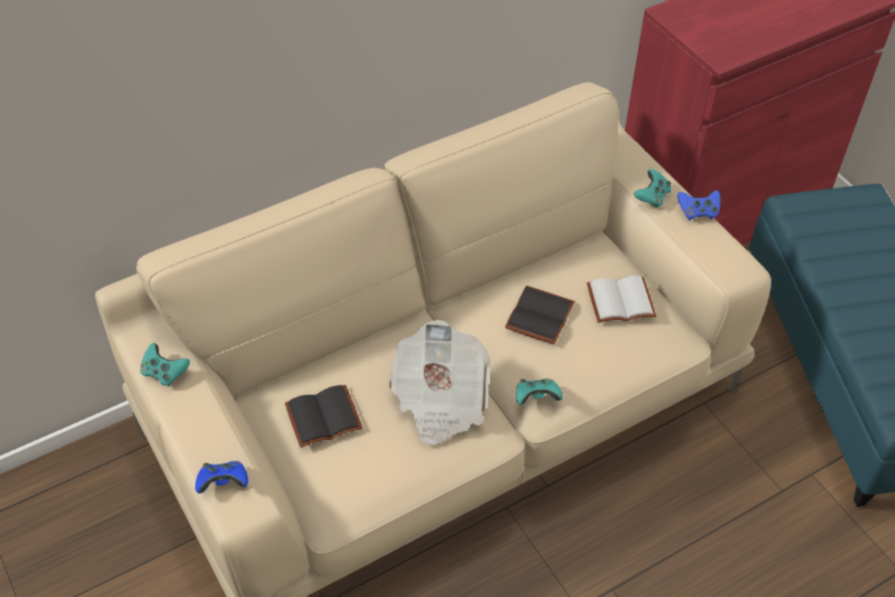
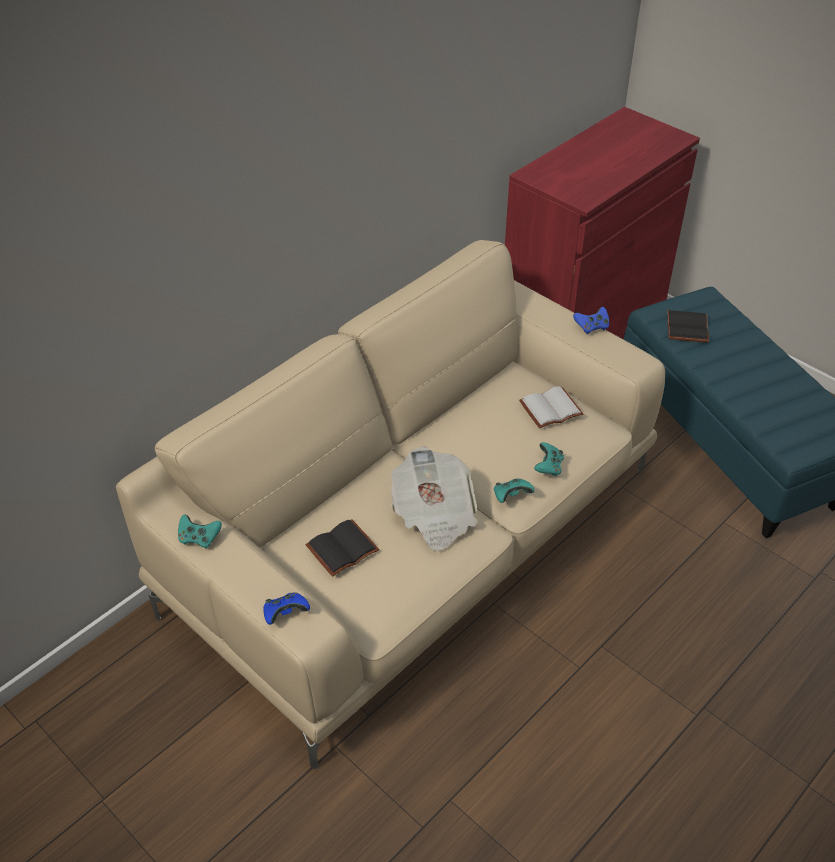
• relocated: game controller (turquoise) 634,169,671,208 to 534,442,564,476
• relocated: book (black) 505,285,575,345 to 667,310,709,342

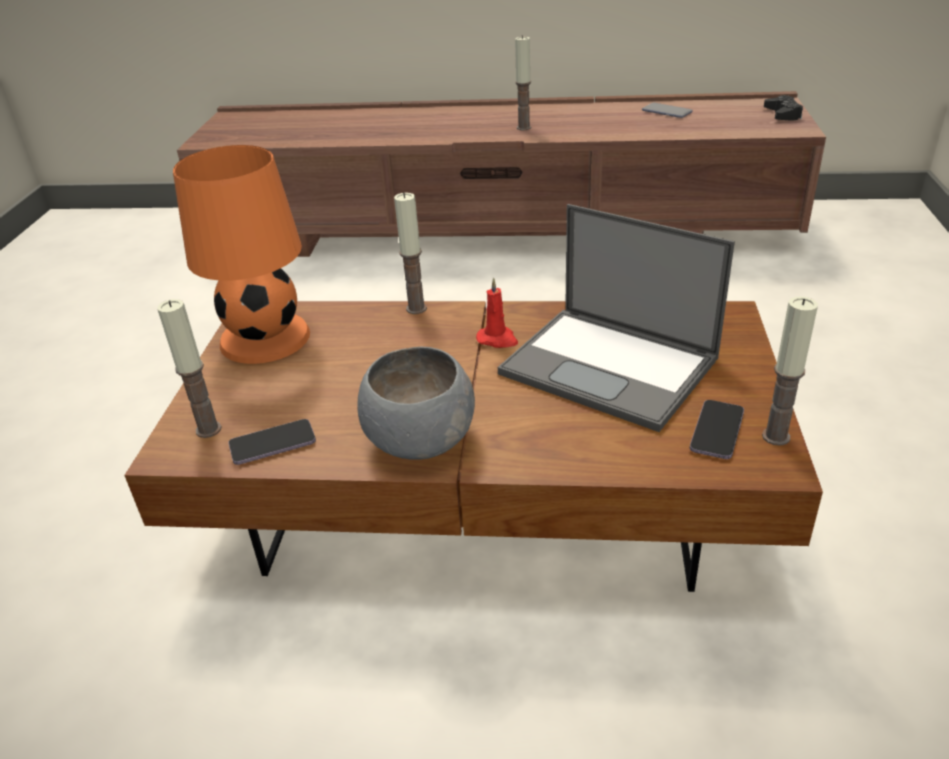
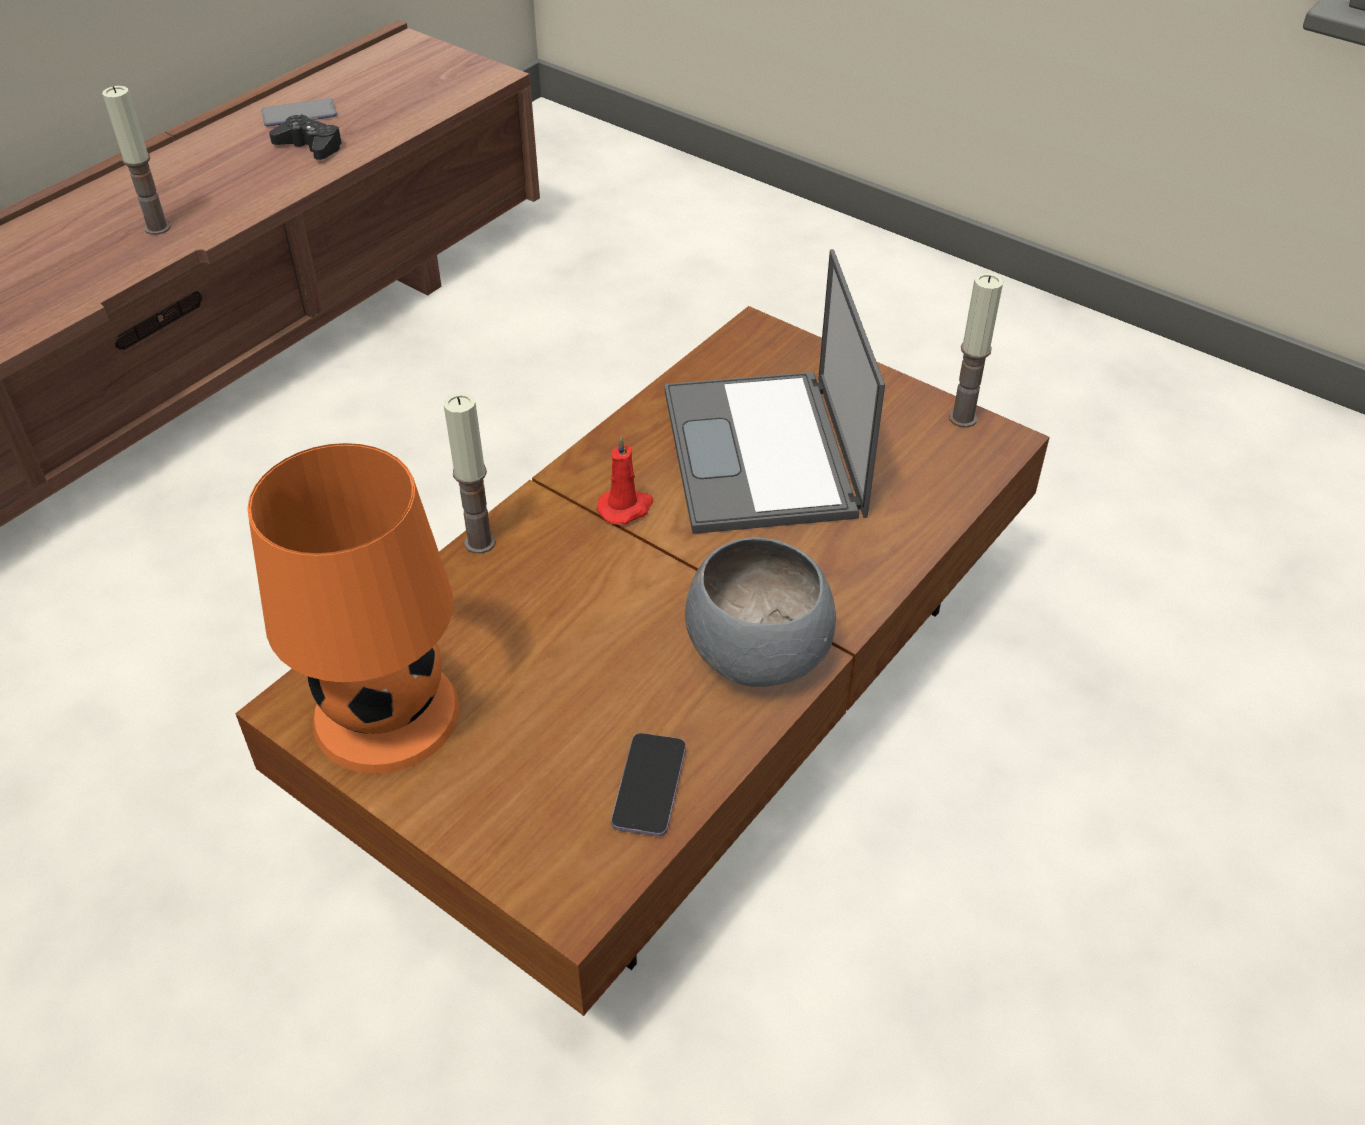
• relocated: game controller (black) 764,95,803,121 to 269,114,343,160
• spun: laptop 498,204,735,432 = 665,249,885,534 105 degrees clockwise
• missing: candle 157,299,222,438
• missing: phone 690,400,744,459

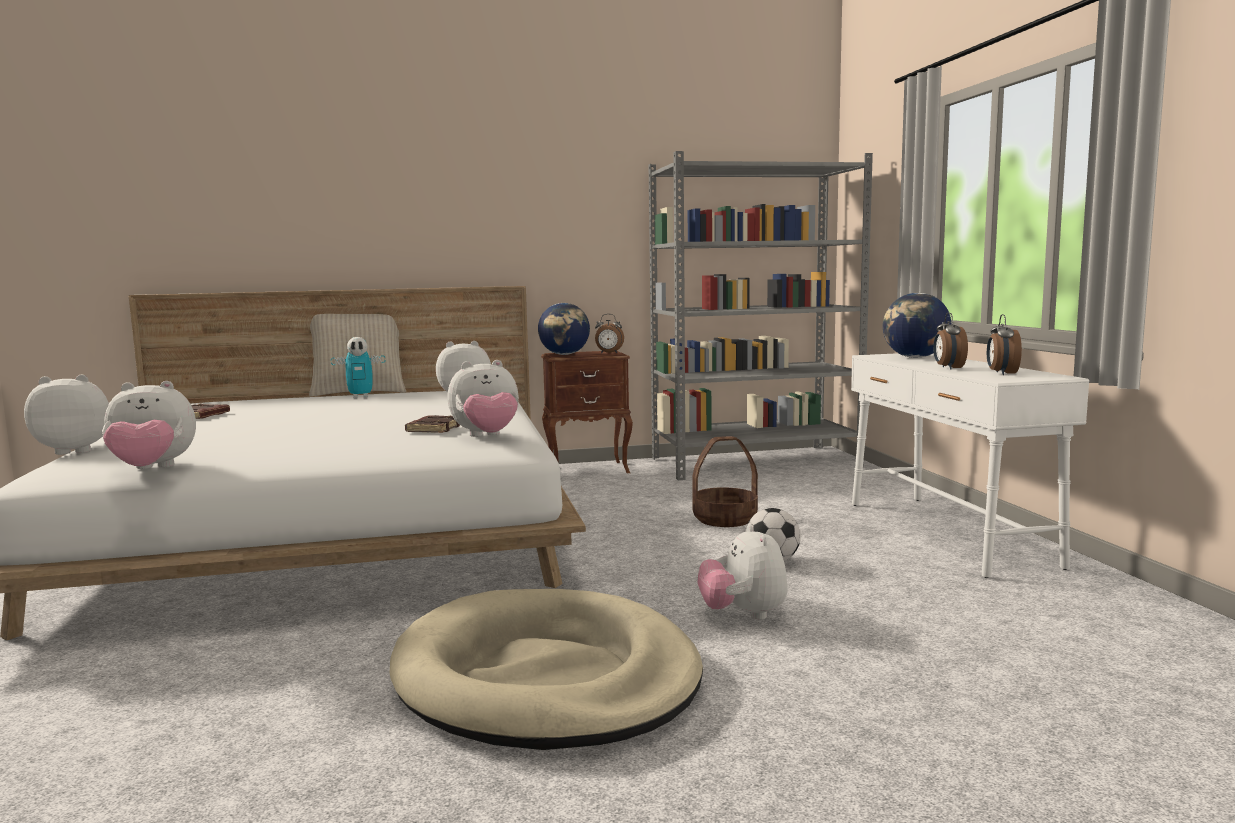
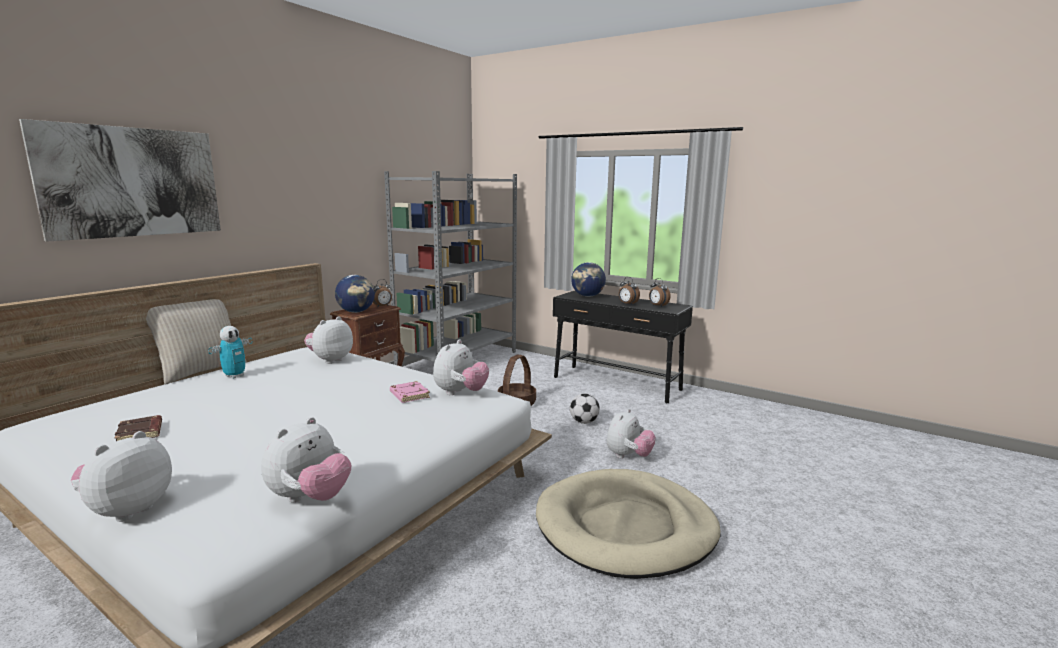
• appeared: picture 19,119,221,242
• colour: book (brown) 405,415,460,433 to book (pink) 390,381,430,403
• colour: console table (white) 851,353,1089,578 to console table (black) 553,291,693,403
• spun: plush toy 698,525,788,620 = 606,409,656,458 90 degrees counterclockwise

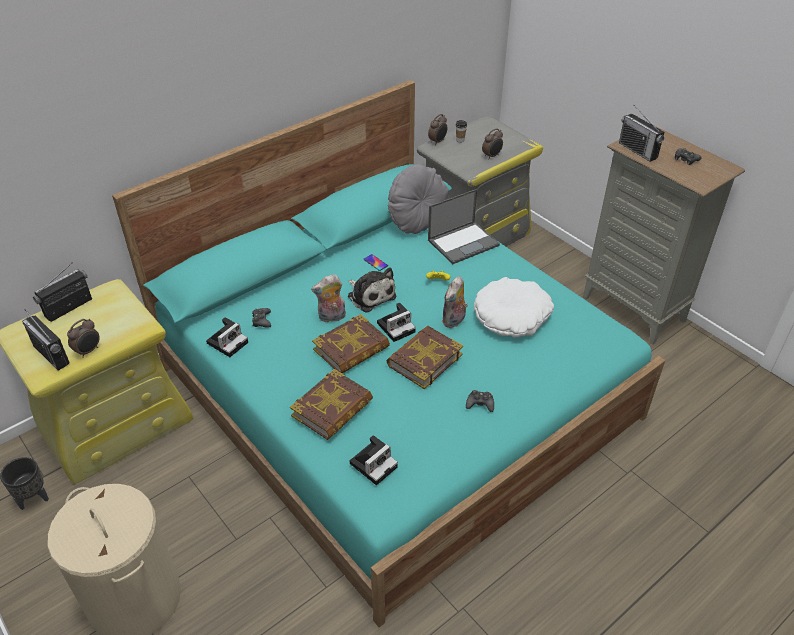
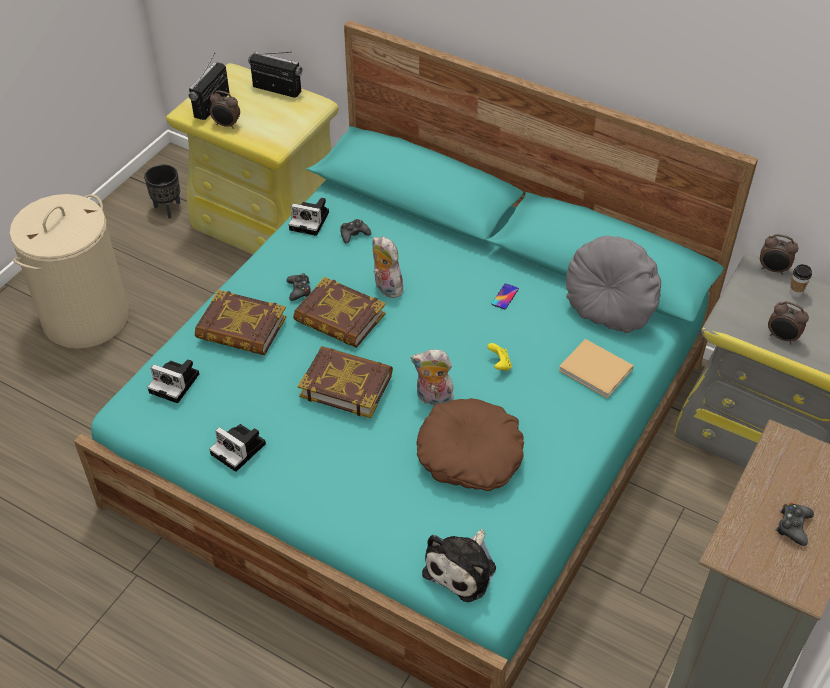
• relocated: photo camera 377,302,416,342 to 209,424,266,472
• relocated: game controller (black) 466,390,494,412 to 287,273,311,301
• colour: pillow (white) 474,277,554,338 to pillow (brown) 416,398,524,491
• relocated: plush toy 348,268,396,313 to 422,529,496,602
• exchanged: laptop 428,189,500,264 to book (beige) 559,339,634,398
• missing: radio 619,105,664,162

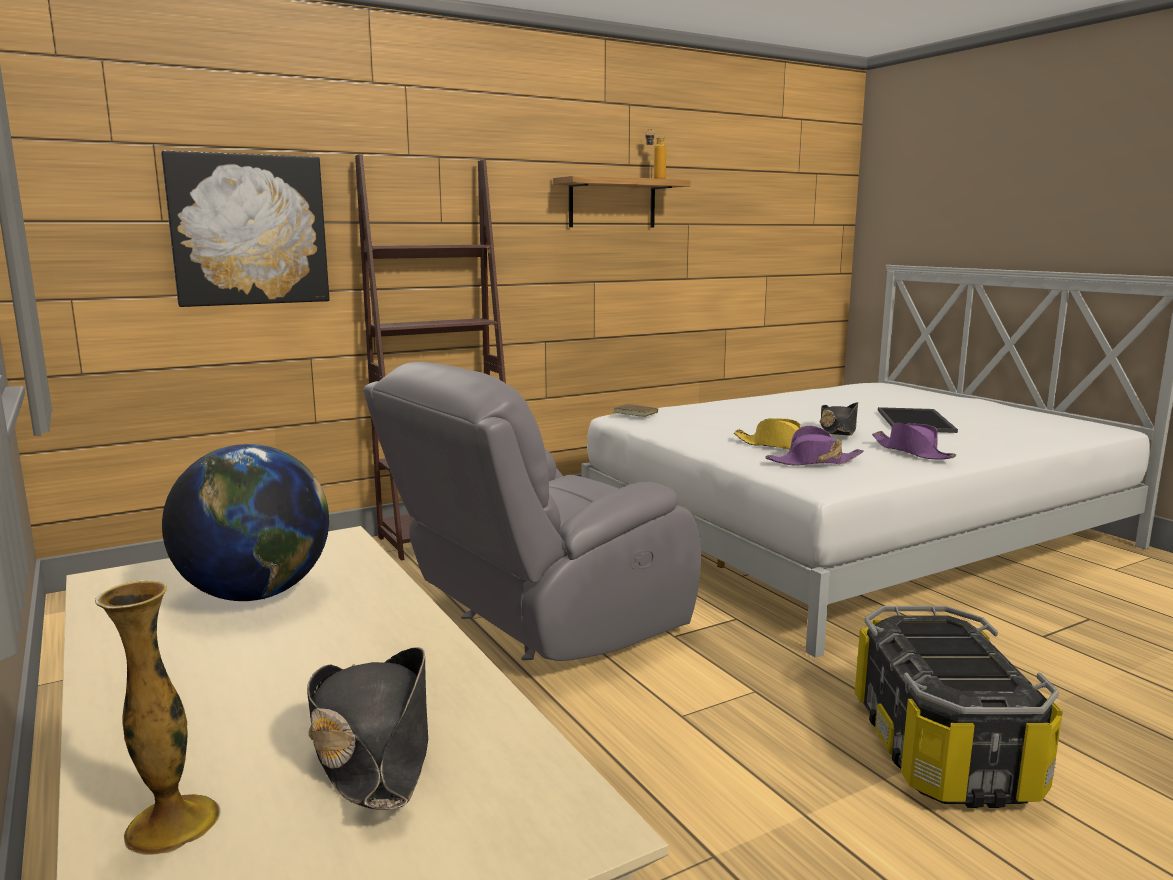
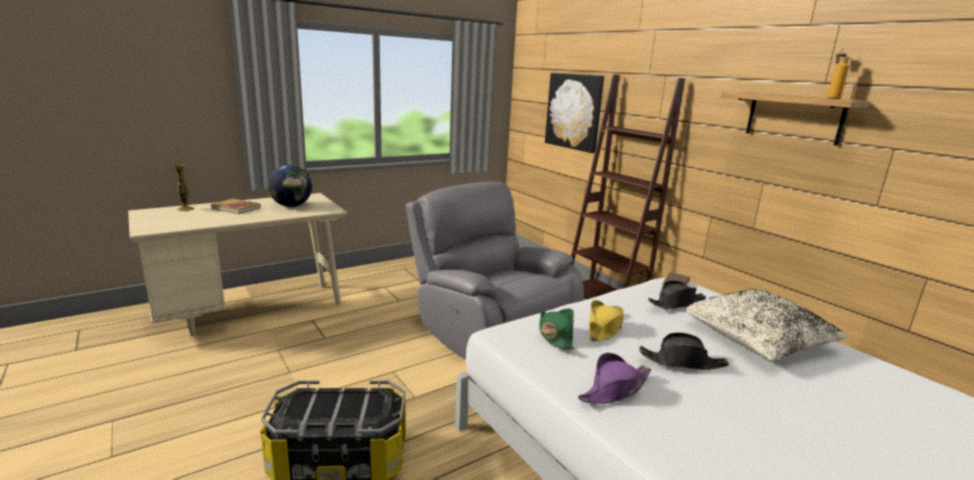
• appeared: book 211,199,261,214
• colour: hat (purple) 765,426,864,466 to hat (green) 539,309,575,349
• relocated: hat (black) 307,647,428,810 to 648,280,706,309
• appeared: pillow (beige) 686,289,847,361
• missing: tray 878,407,958,433

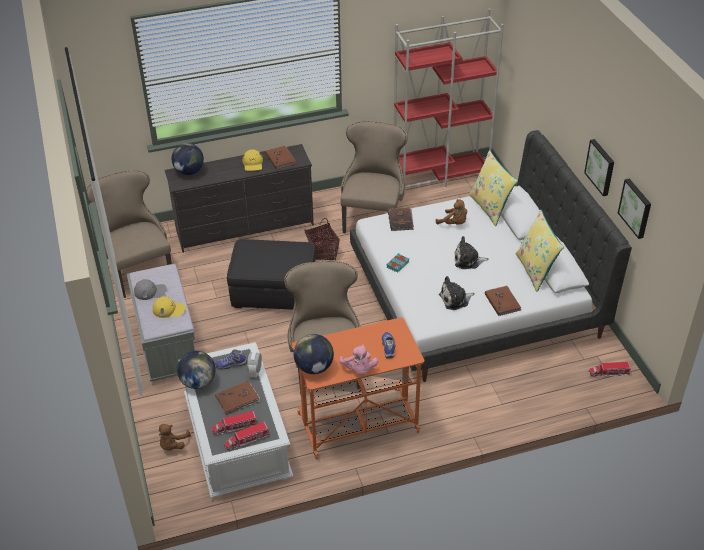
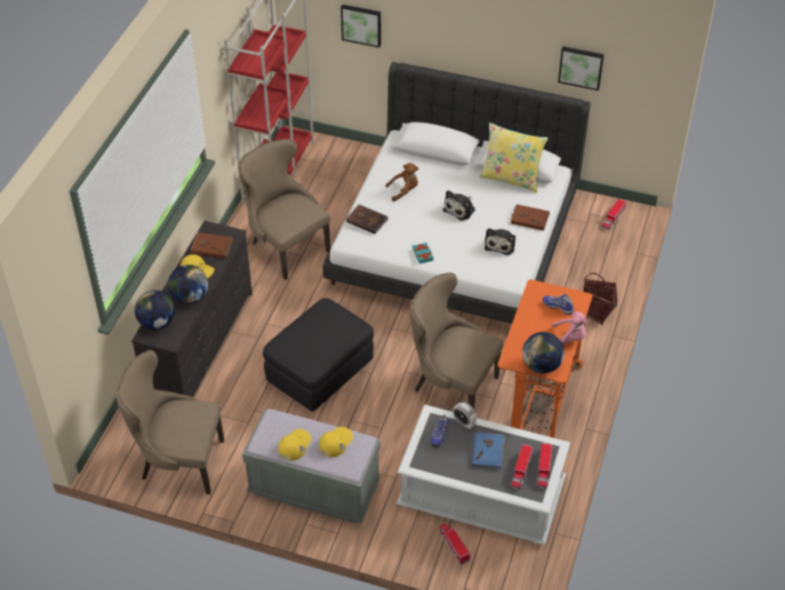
• relocated: globe 177,351,216,389 to 168,265,208,304
• colour: cap (grey) 134,279,167,300 to cap (yellow) 278,429,311,461
• relocated: picture 584,139,614,196 to 341,4,381,48
• exchanged: plush toy (brown) 159,424,191,450 to toy truck 439,524,470,565
• colour: book (brown) 215,381,260,415 to book (blue) 472,432,506,469
• relocated: basket 304,218,340,261 to 583,273,617,325
• missing: pillow (yellow) 469,150,518,226

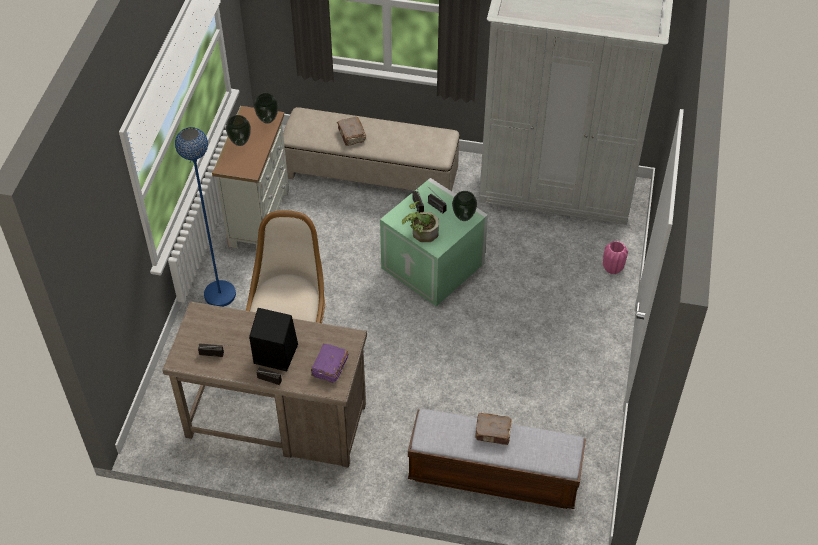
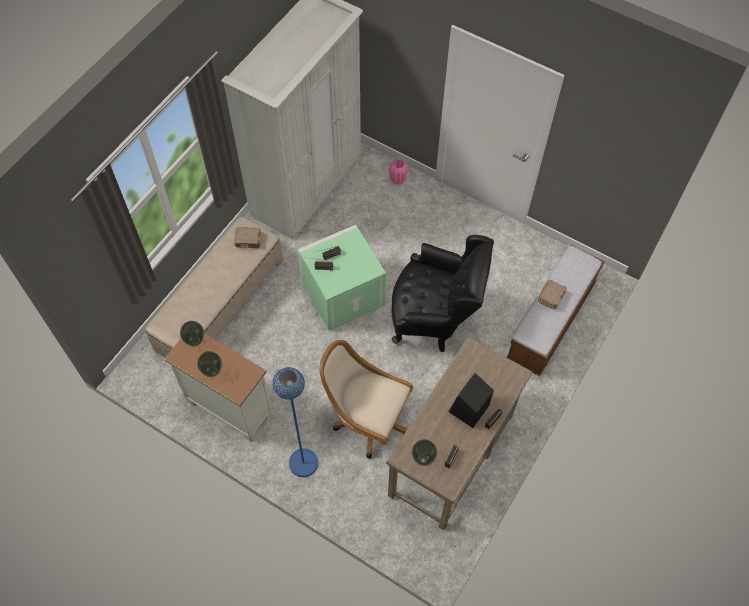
• relocated: book (brown) 337,116,366,146 to 234,227,262,248
• appeared: armchair (black) 392,235,494,352
• relocated: vase 452,191,477,221 to 412,439,437,466
• missing: book (purple) 311,343,349,383
• missing: potted plant 402,201,439,242

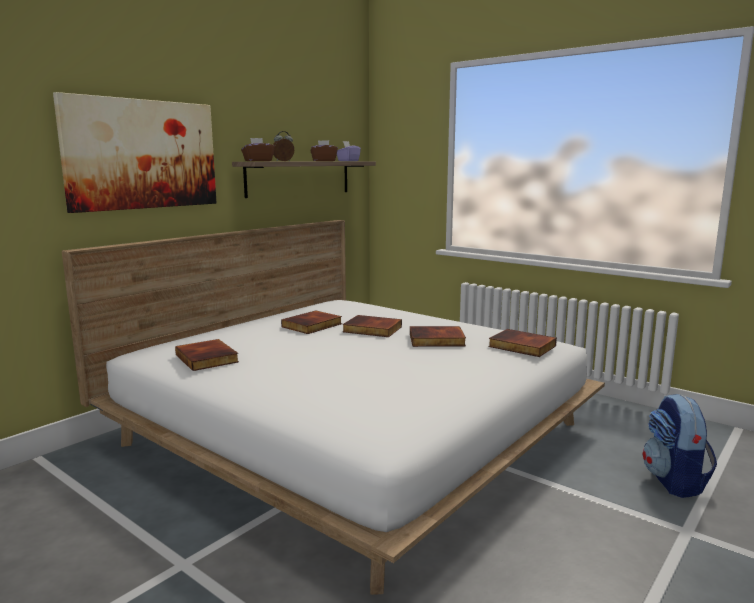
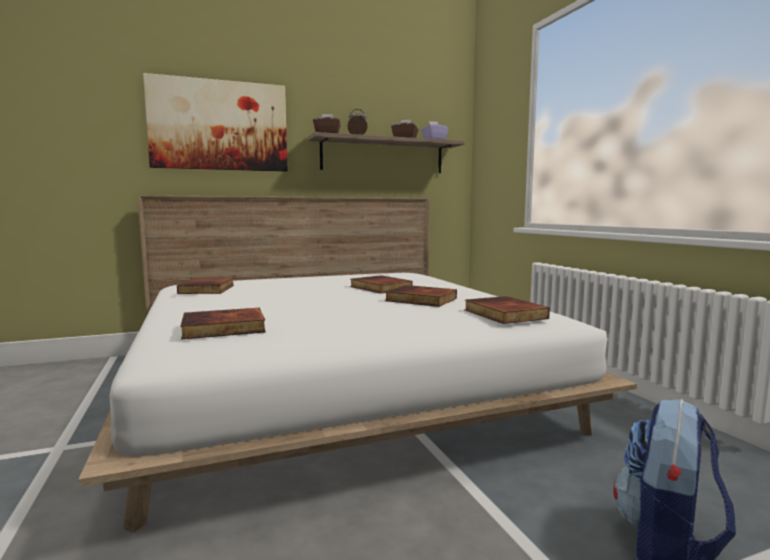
• relocated: book 281,311,342,334 to 180,308,266,339

